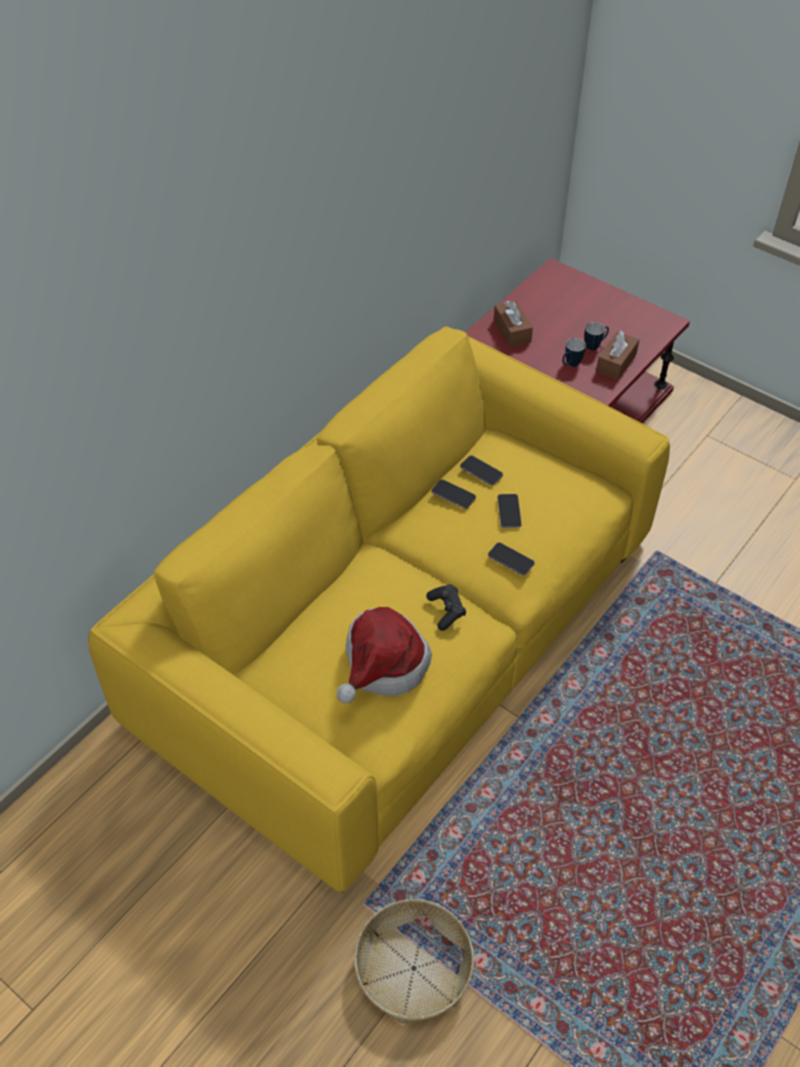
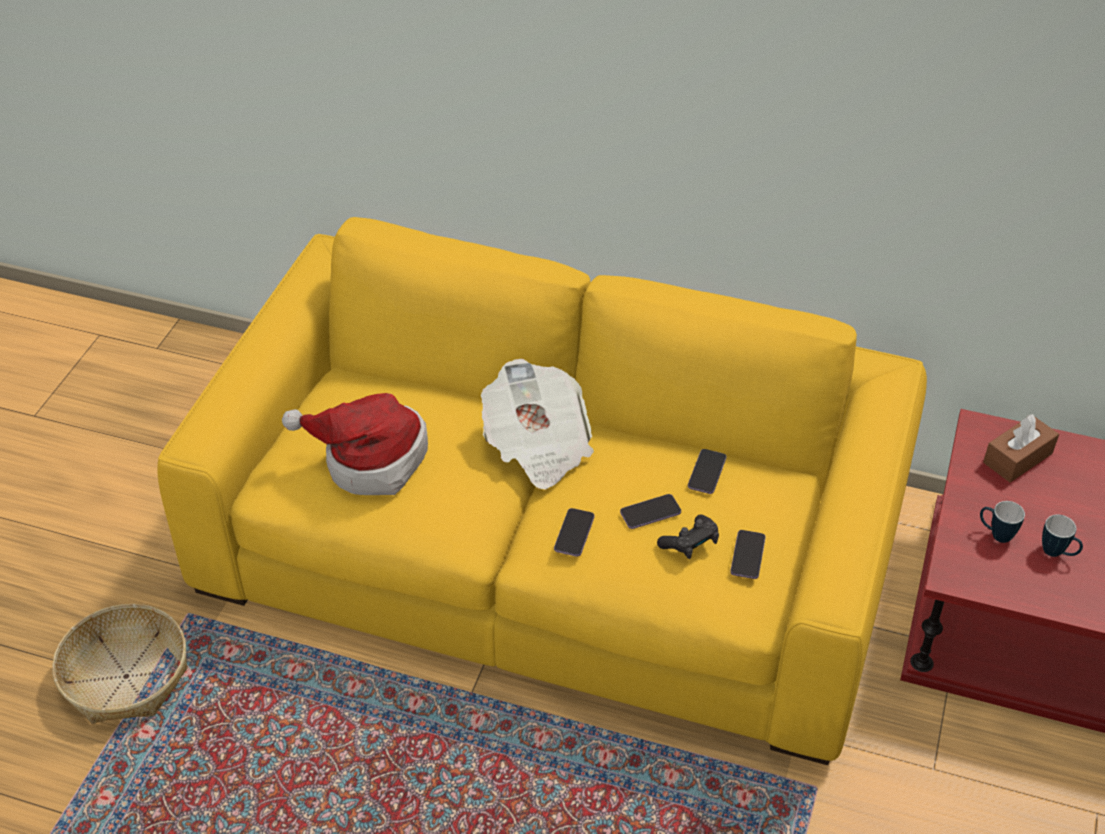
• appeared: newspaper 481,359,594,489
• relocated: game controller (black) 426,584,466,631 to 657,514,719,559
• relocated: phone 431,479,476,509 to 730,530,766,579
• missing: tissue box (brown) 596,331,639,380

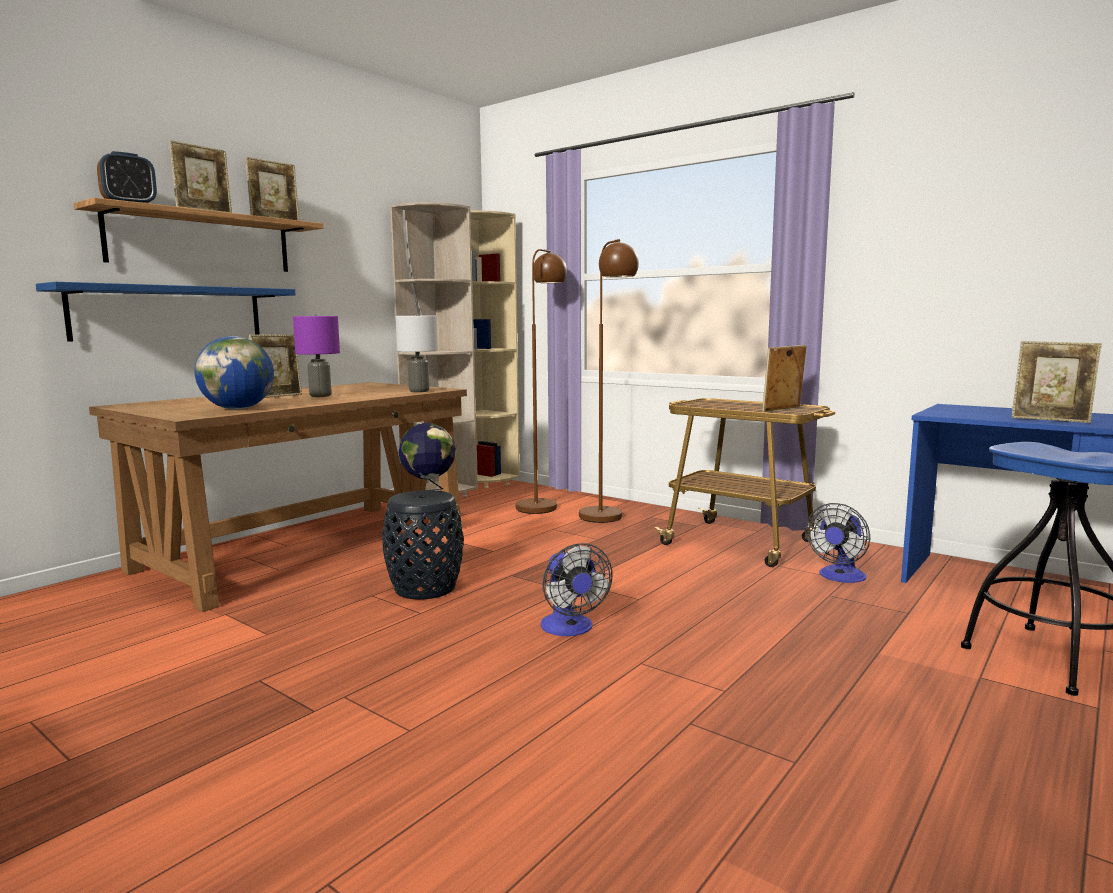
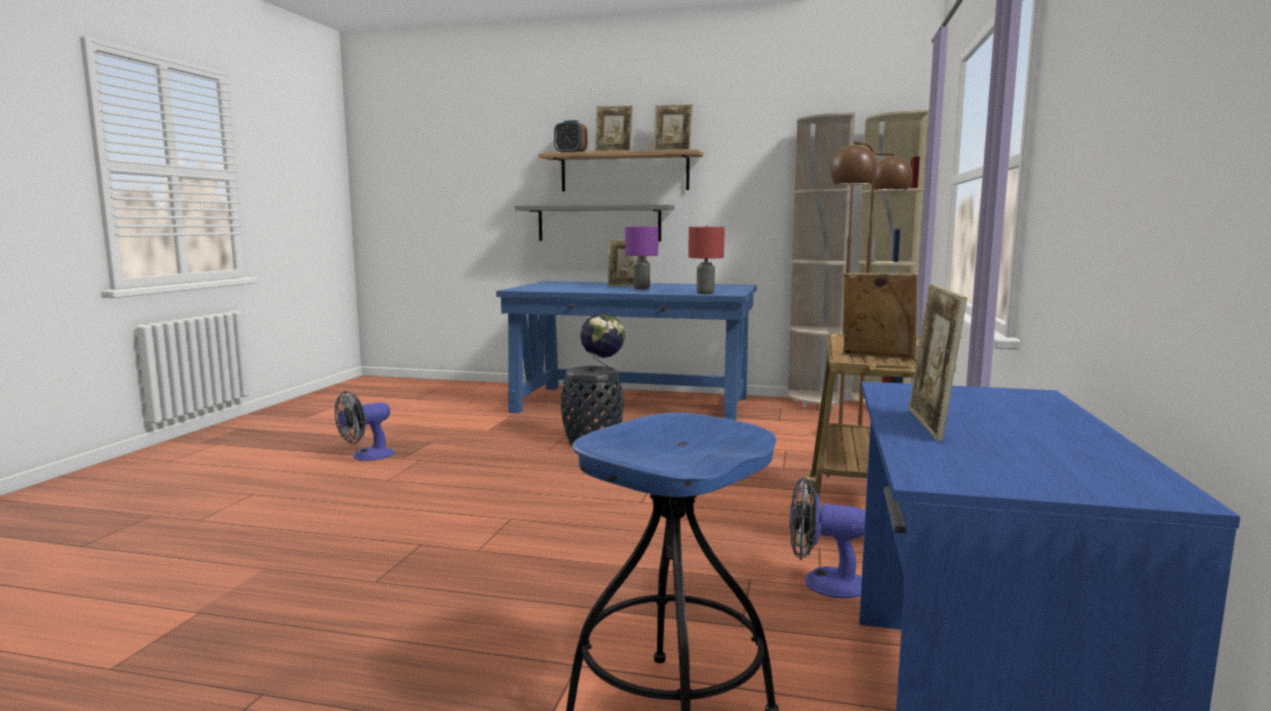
• relocated: fan 541,543,613,636 to 335,391,395,461
• colour: desk (brown) 89,382,467,612 to desk (blue) 496,281,757,421
• colour: shelf (blue) 36,282,296,342 to shelf (grey) 515,205,674,241
• colour: table lamp (white) 395,314,438,392 to table lamp (red) 688,225,725,294
• missing: globe 194,336,274,409

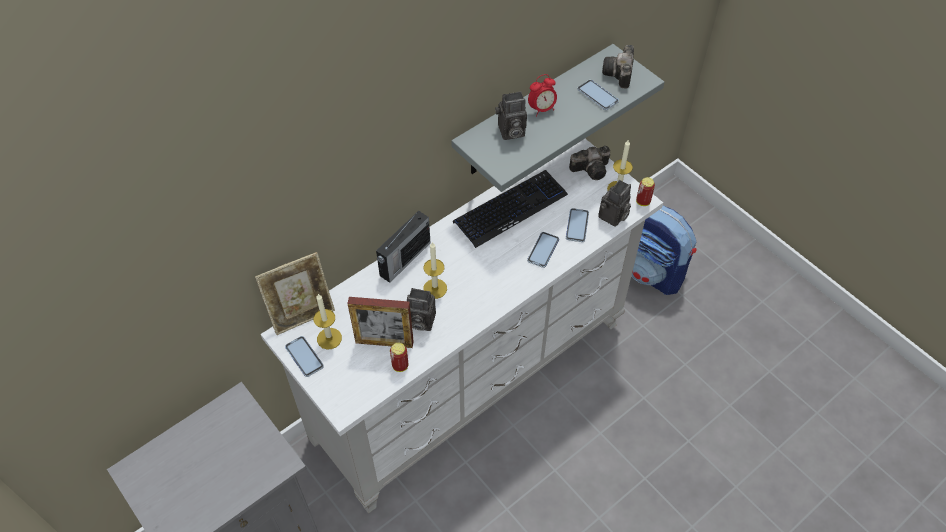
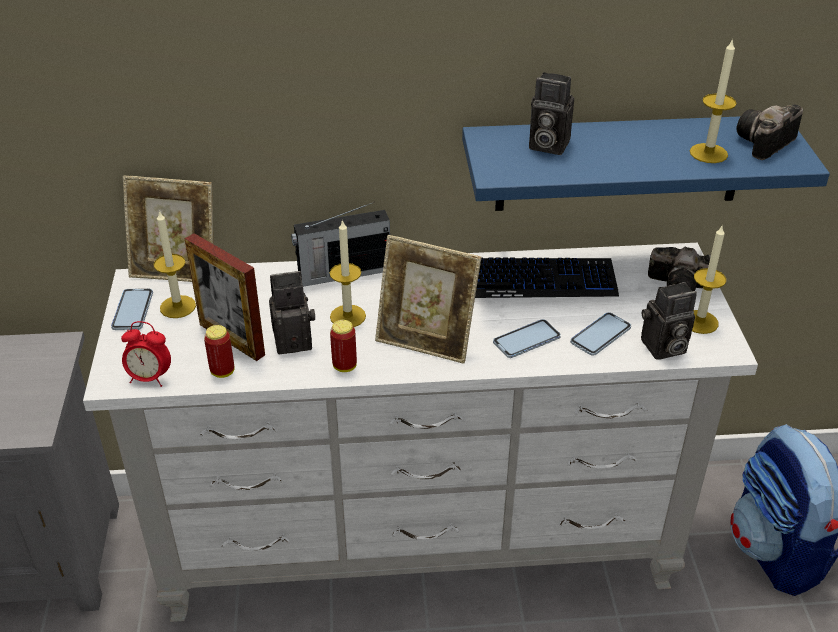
• relocated: alarm clock 528,74,557,117 to 121,321,171,387
• spun: photo camera 407,288,436,331 = 269,271,315,355 120 degrees clockwise
• relocated: can 636,177,655,206 to 330,320,357,372
• appeared: picture frame 375,235,481,364
• colour: shelf (grey) 451,44,664,192 to shelf (blue) 462,116,830,211
• exchanged: phone 577,80,619,110 to candle 690,38,737,163

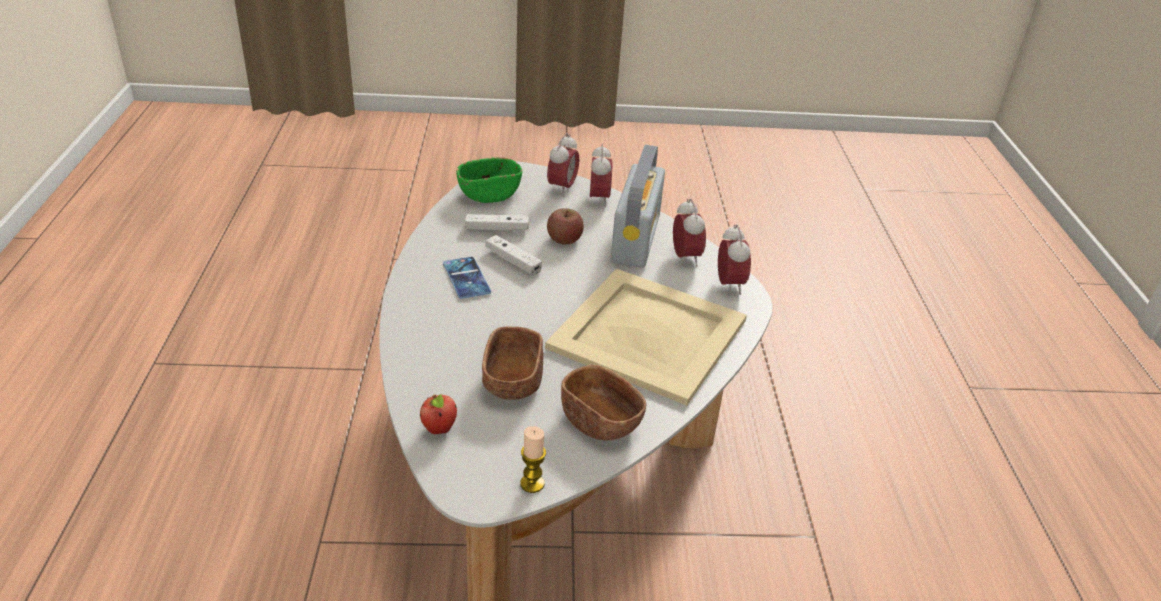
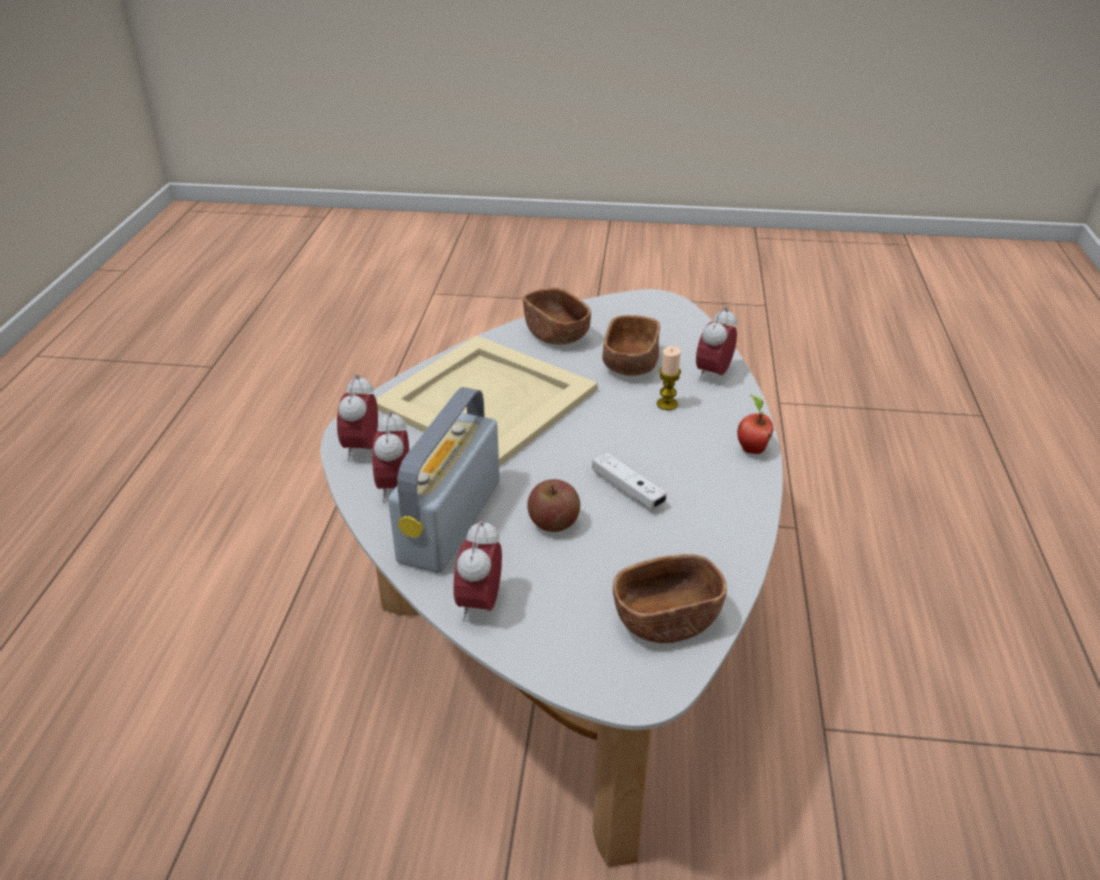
• colour: bowl (green) 457,157,522,203 to bowl (brown) 613,554,727,643
• relocated: candle 520,426,546,493 to 657,346,681,410
• relocated: alarm clock 547,133,579,196 to 696,306,737,381
• relocated: apple 420,394,457,434 to 737,394,774,454
• missing: phone 443,257,491,299
• missing: game controller (white) 465,214,529,232

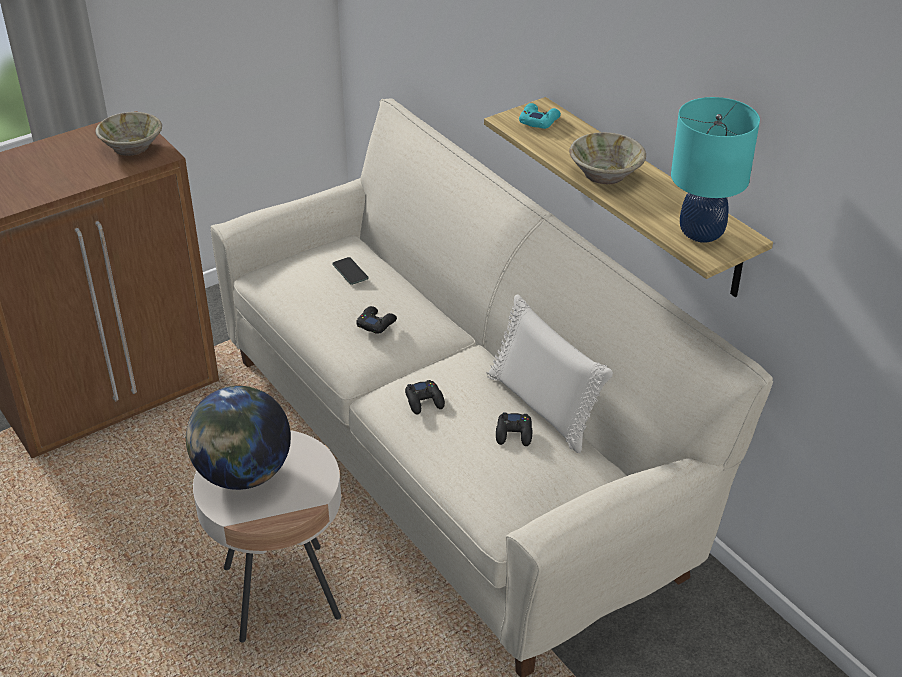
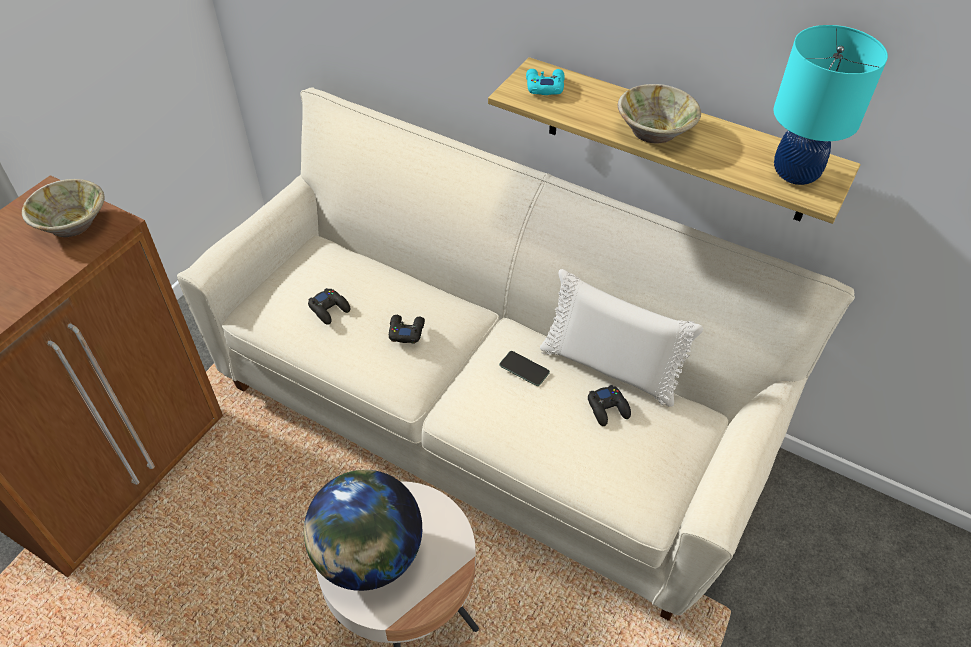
• relocated: game controller (black) 405,380,445,415 to 308,288,350,325
• relocated: phone 332,257,368,285 to 499,351,550,386

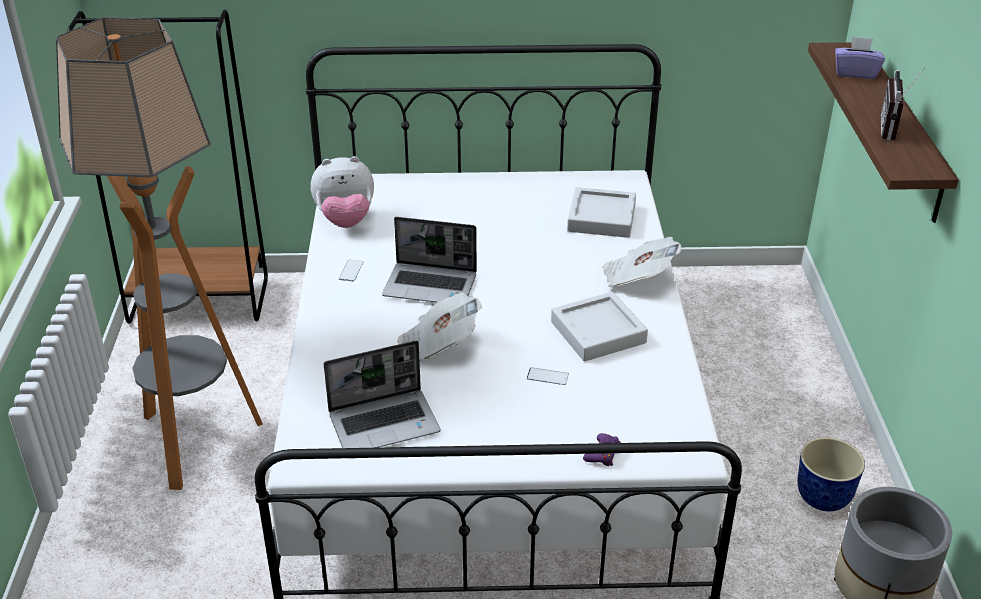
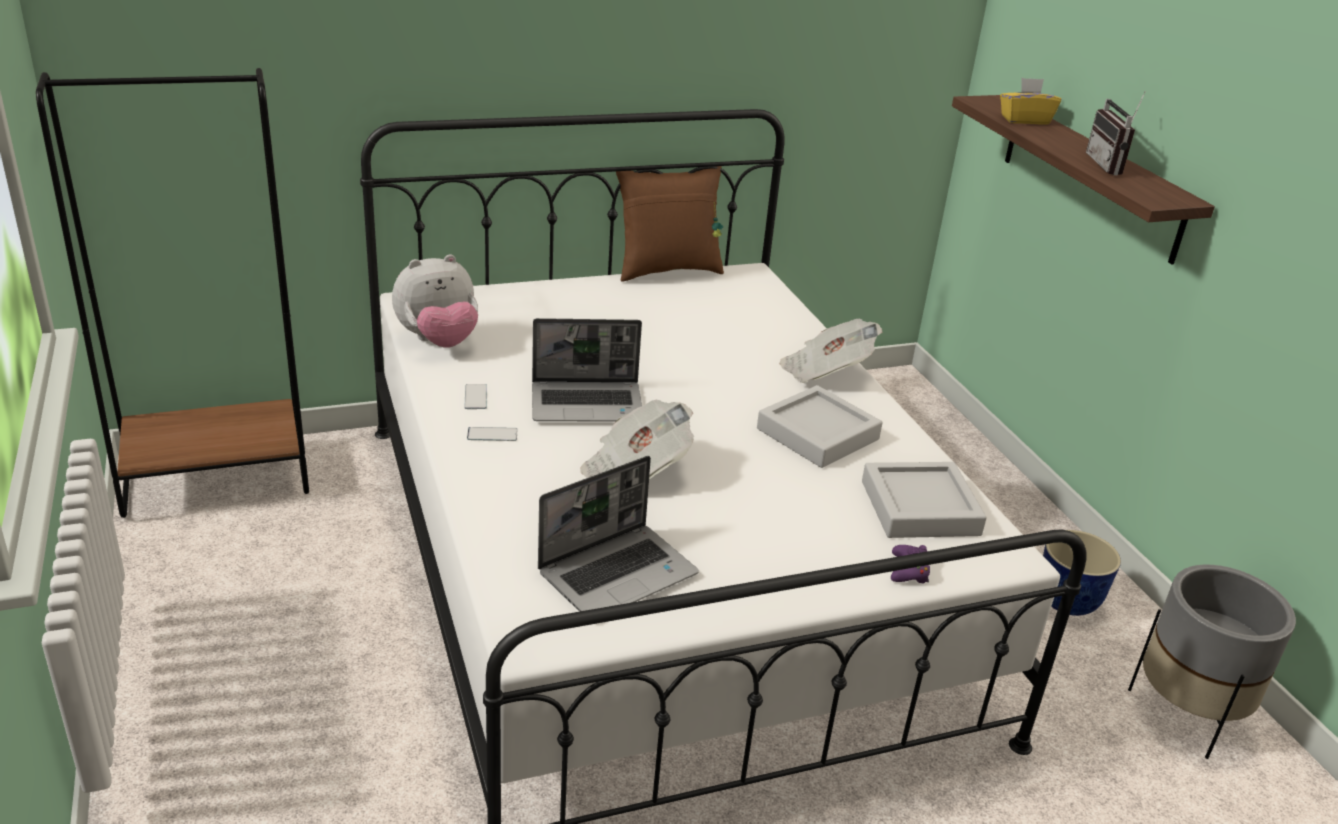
• relocated: phone 527,367,569,385 to 467,427,518,441
• appeared: pillow (brown) 616,166,724,282
• relocated: tray (grey) 567,187,636,238 to 862,462,987,538
• colour: tissue box (purple) 835,37,885,79 to tissue box (yellow) 1000,78,1062,125
• missing: floor lamp 56,17,263,490

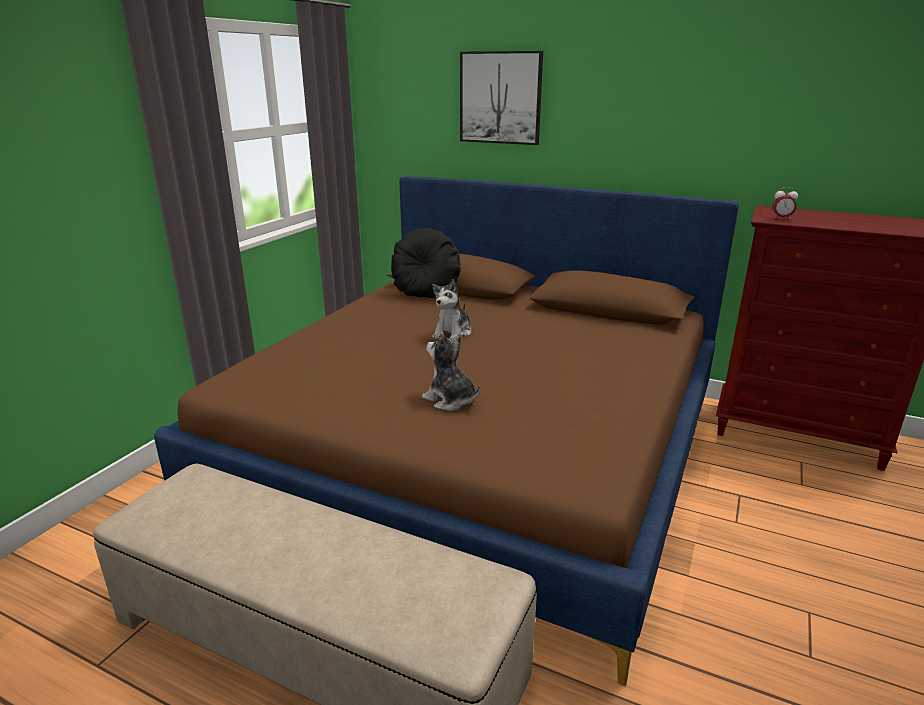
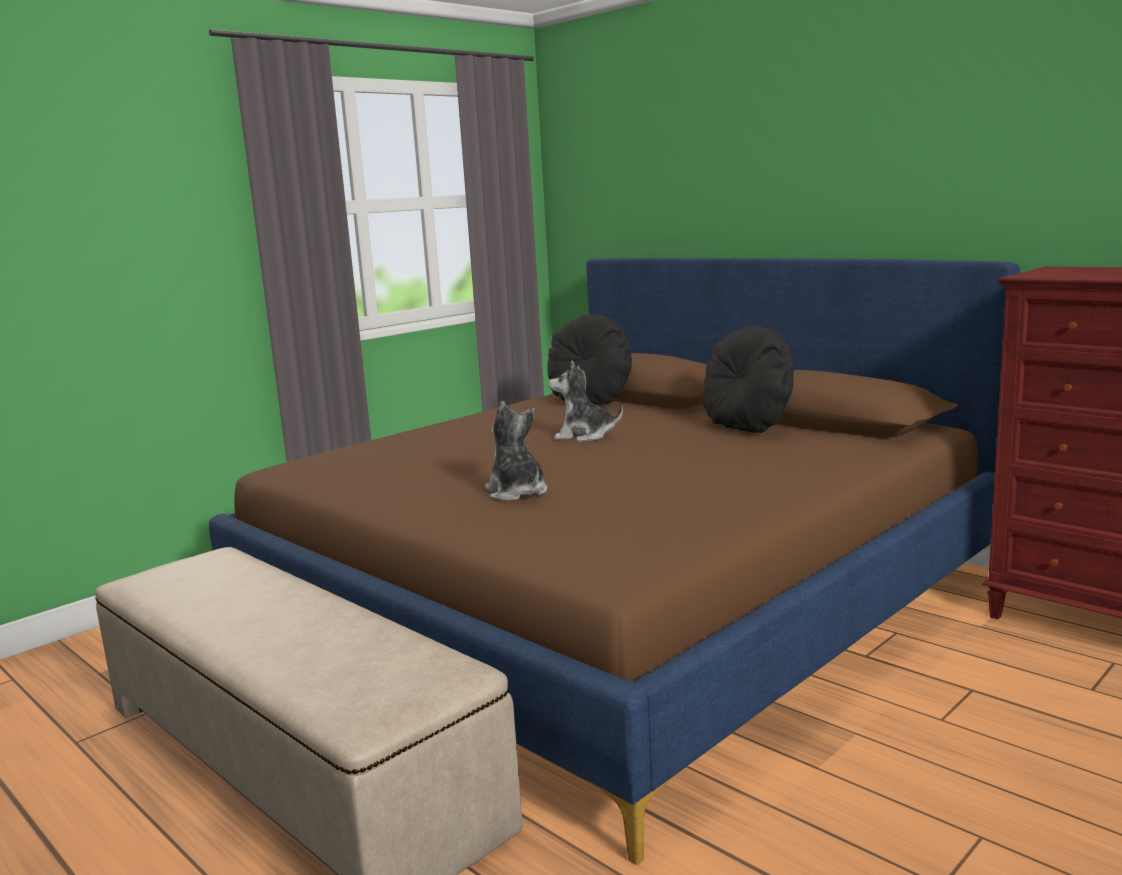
• spun: plush toy 432,279,472,339 = 549,361,623,442 60 degrees clockwise
• appeared: pillow (black) 703,326,794,433
• missing: picture 460,51,543,145
• missing: alarm clock 772,187,798,220

